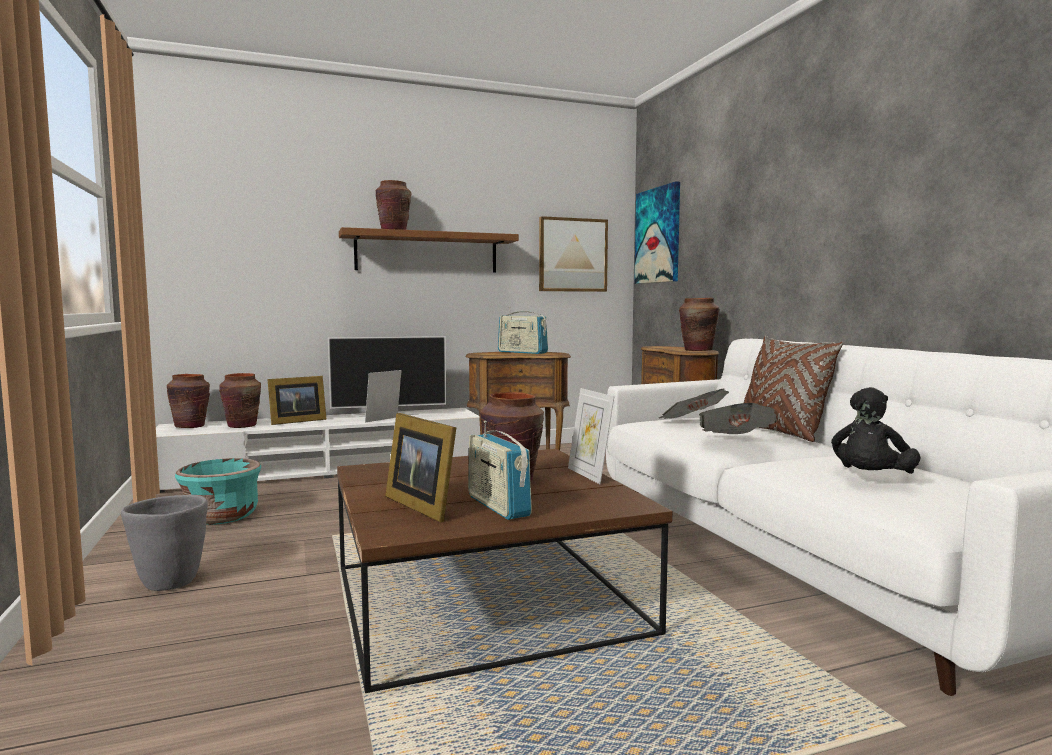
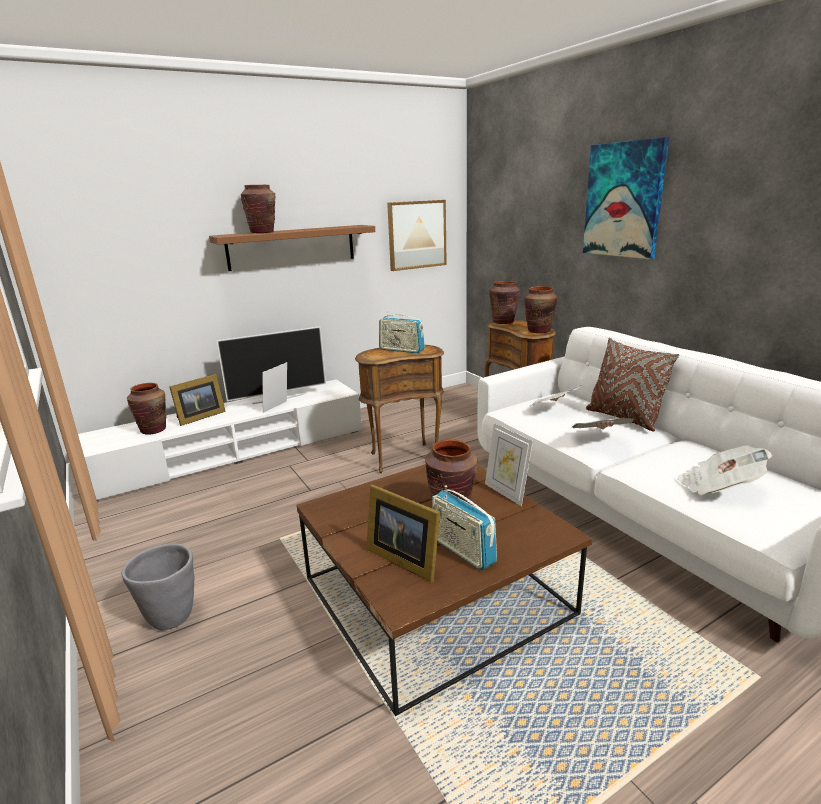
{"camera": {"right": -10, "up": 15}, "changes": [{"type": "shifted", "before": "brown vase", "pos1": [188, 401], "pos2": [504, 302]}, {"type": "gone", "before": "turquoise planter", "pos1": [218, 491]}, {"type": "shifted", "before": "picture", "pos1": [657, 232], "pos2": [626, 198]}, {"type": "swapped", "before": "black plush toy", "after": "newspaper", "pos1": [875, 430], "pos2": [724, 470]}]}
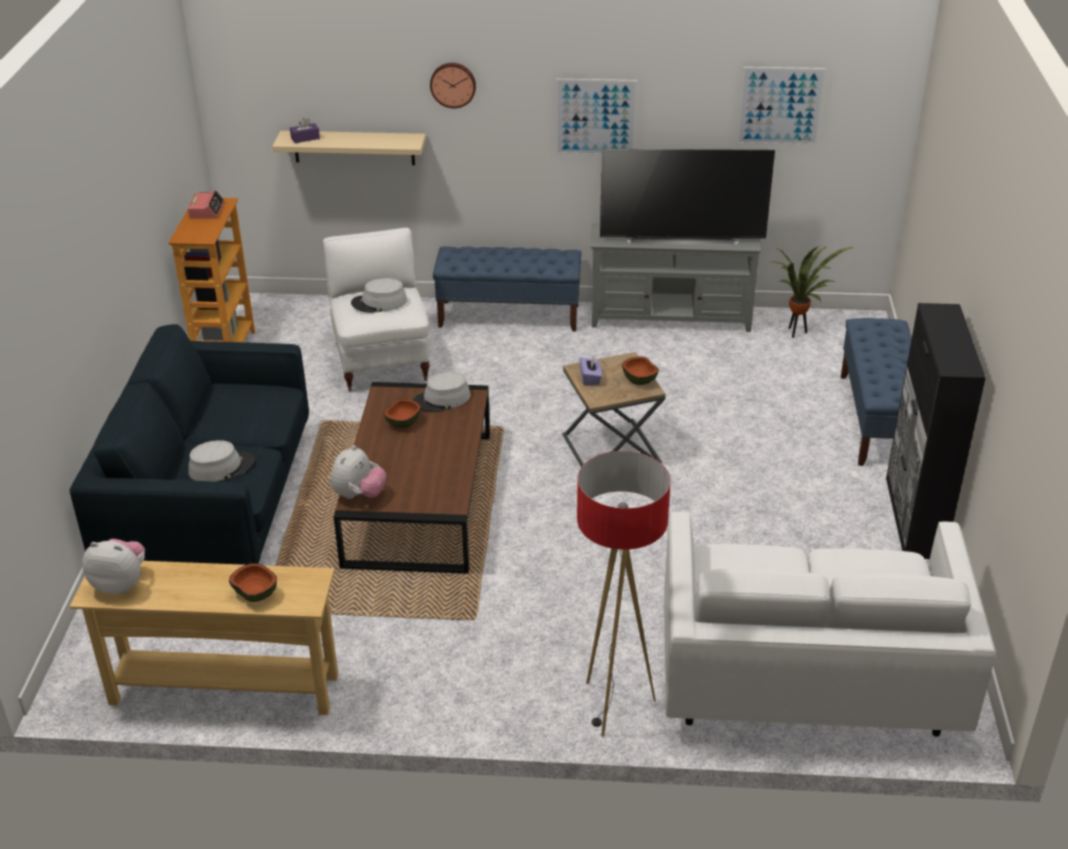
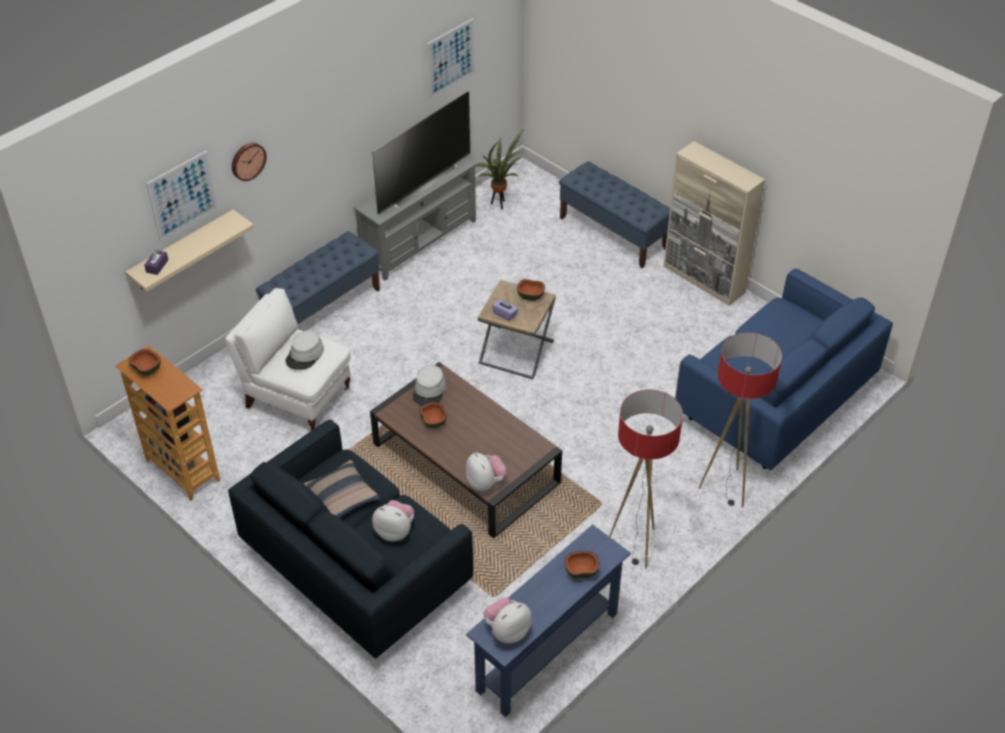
{"camera": {"right": -50, "up": 10}, "changes": [{"type": "repainted", "before": "beige console table", "after": "blue console table", "pos1": [204, 638], "pos2": [548, 620]}, {"type": "swapped", "before": "alarm clock", "after": "bowl", "pos1": [206, 204], "pos2": [144, 362]}, {"type": "swapped", "before": "grey hat", "after": "plush toy", "pos1": [221, 460], "pos2": [393, 521]}, {"type": "shifted", "before": "picture", "pos1": [596, 117], "pos2": [182, 195]}, {"type": "repainted", "before": "white sofa", "after": "blue sofa", "pos1": [830, 624], "pos2": [784, 369]}, {"type": "repainted", "before": "black cabinet", "after": "beige cabinet", "pos1": [936, 431], "pos2": [714, 223]}, {"type": "new", "after": "pillow", "pos2": [341, 489]}, {"type": "new", "after": "floor lamp", "pos2": [646, 479]}]}
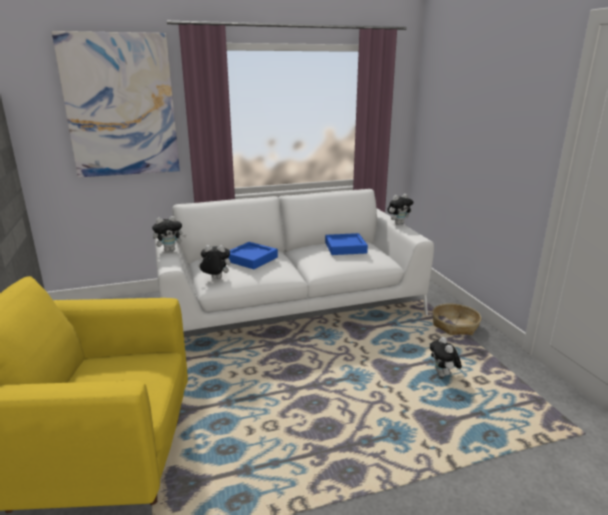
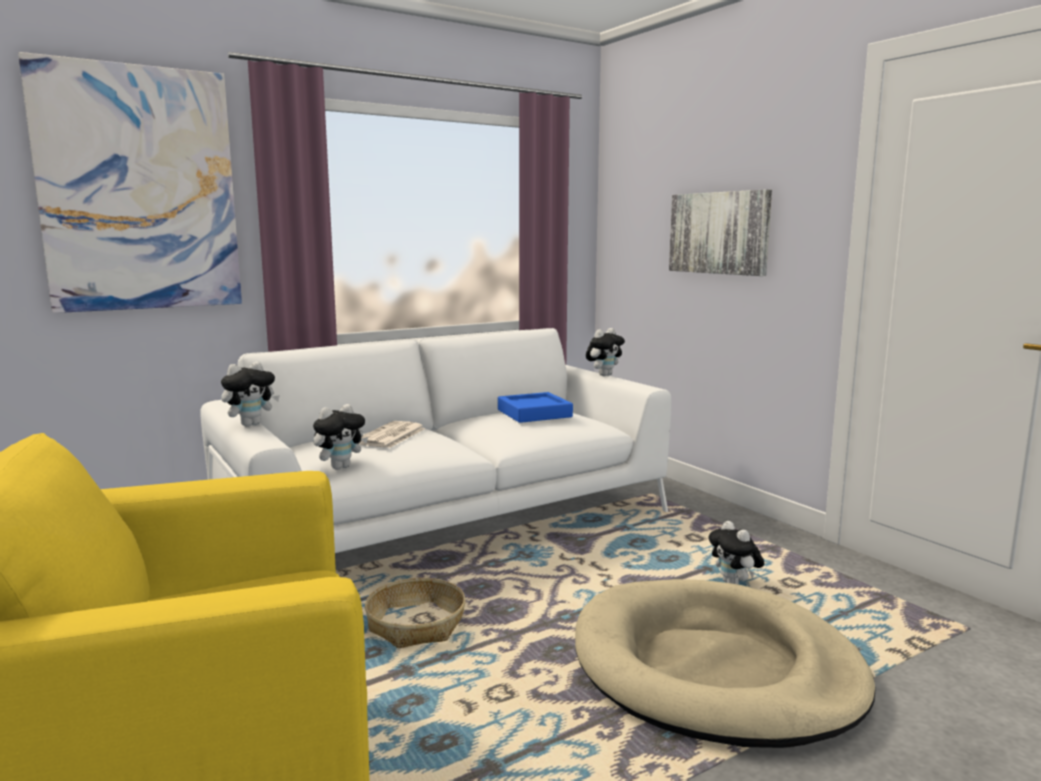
{"camera": {"right": -15, "up": -10}, "changes": [{"type": "rotated", "before": "plush toy", "pos1": [214, 262], "pos2": [340, 437], "turn": 150}, {"type": "swapped", "before": "blue tray", "after": "newspaper", "pos1": [253, 255], "pos2": [392, 434]}, {"type": "shifted", "before": "basket", "pos1": [456, 319], "pos2": [415, 613]}, {"type": "new", "after": "beige dog bed", "pos2": [725, 663]}, {"type": "new", "after": "picture", "pos2": [720, 232]}]}
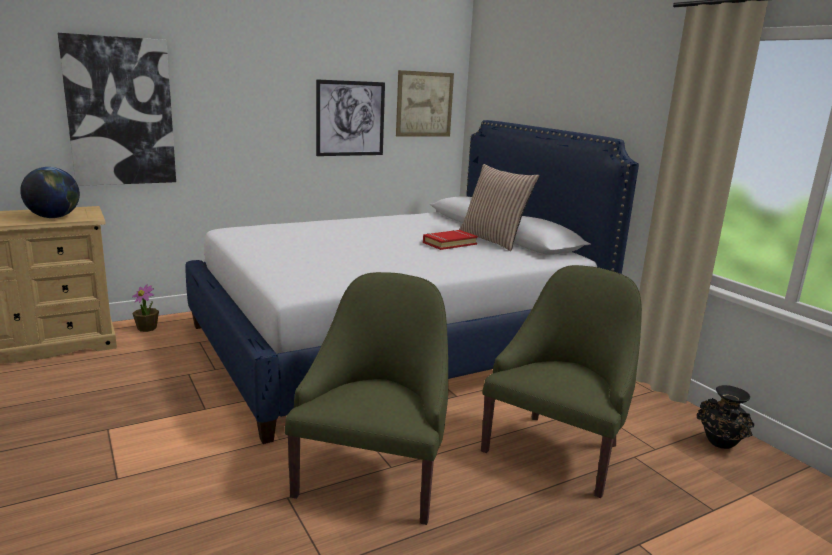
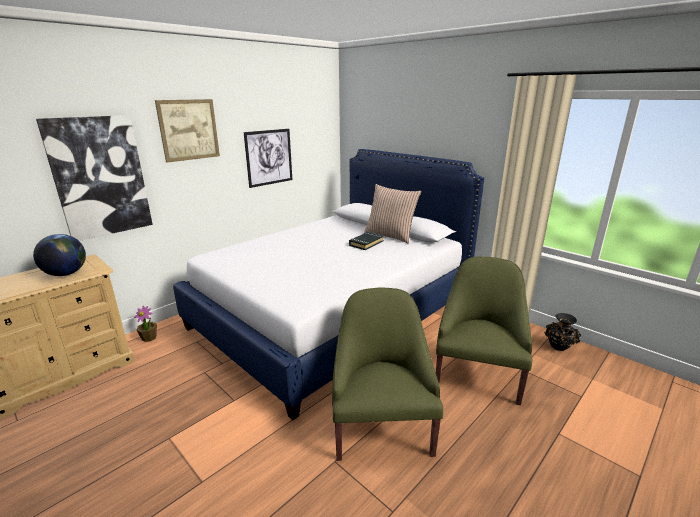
{"camera": {"right": -15, "up": 5}, "changes": [{"type": "shifted", "before": "picture", "pos1": [425, 103], "pos2": [187, 131]}, {"type": "repainted", "before": "red book", "after": "black book", "pos1": [450, 240], "pos2": [366, 241]}]}
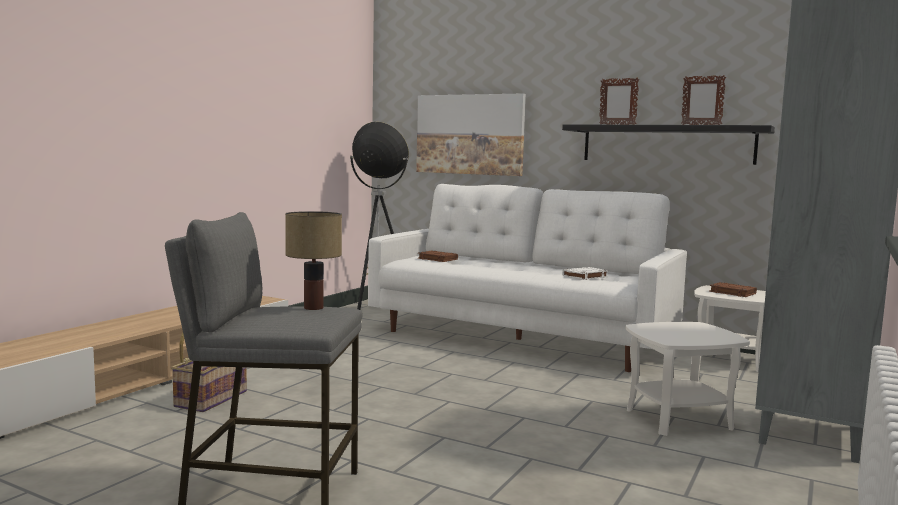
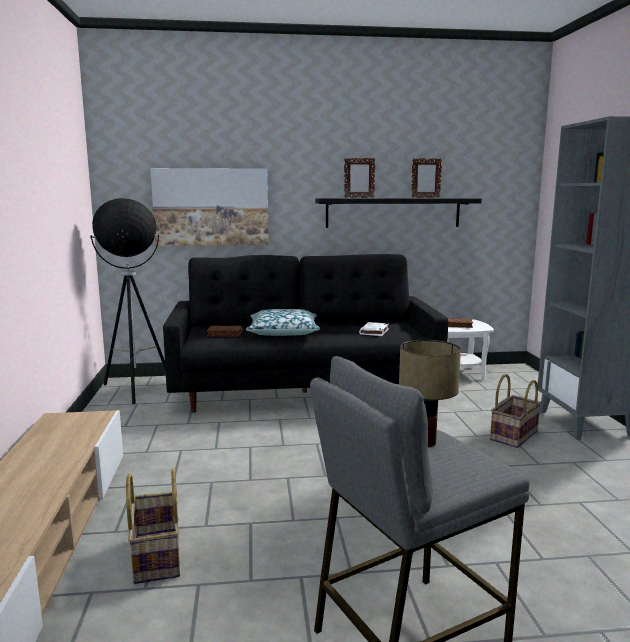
{"camera": {"right": -35, "up": 5}, "changes": [{"type": "repainted", "before": "white sofa", "after": "black sofa", "pos1": [527, 278], "pos2": [305, 333]}, {"type": "swapped", "before": "white side table", "after": "basket", "pos1": [687, 379], "pos2": [515, 411]}, {"type": "new", "after": "pillow", "pos2": [283, 322]}]}
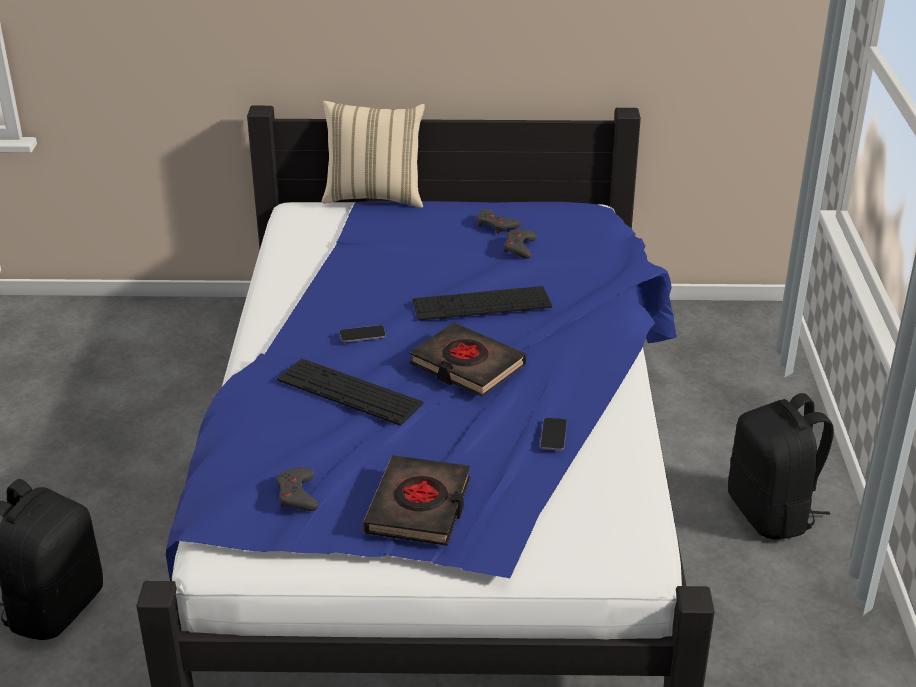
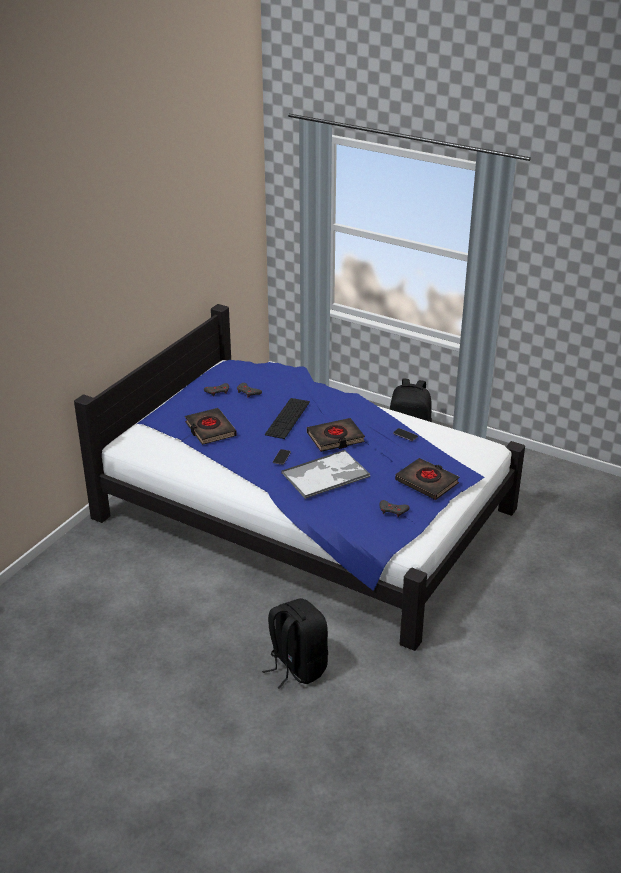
{"camera": {"right": -60, "up": 0}, "changes": [{"type": "swapped", "before": "keyboard", "after": "tray", "pos1": [350, 392], "pos2": [325, 474]}, {"type": "gone", "before": "beige pillow", "pos1": [373, 154]}, {"type": "new", "after": "black book", "pos2": [211, 426]}]}
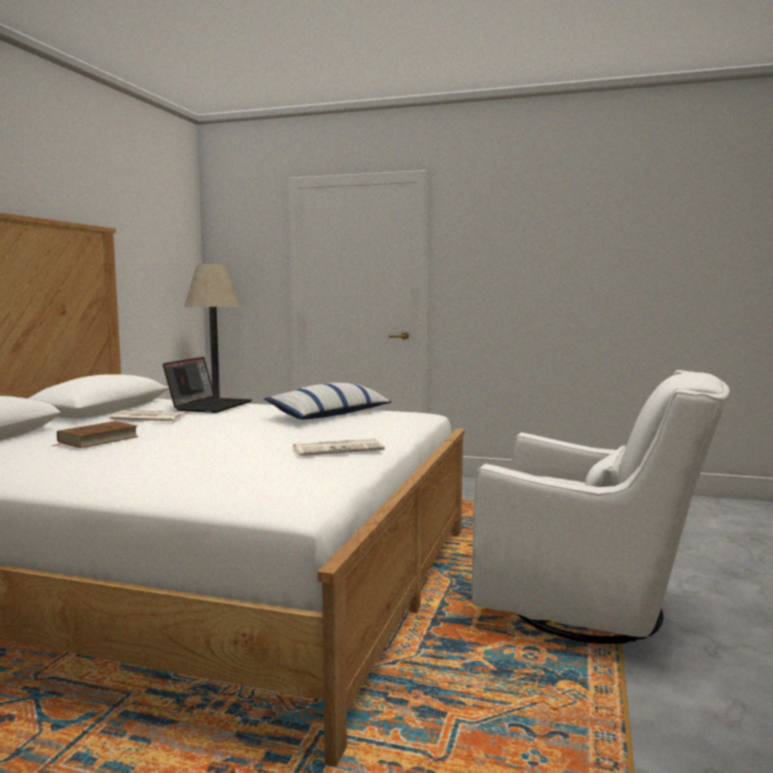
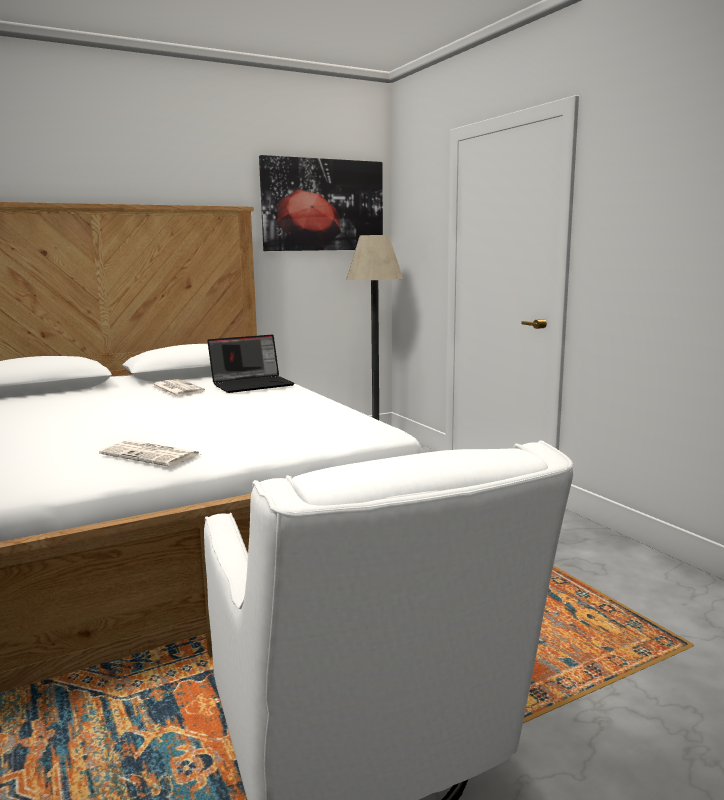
{"camera": {"right": 45, "up": 5}, "changes": [{"type": "gone", "before": "brown book", "pos1": [95, 434]}, {"type": "gone", "before": "pillow", "pos1": [328, 401]}, {"type": "new", "after": "picture", "pos2": [321, 203]}]}
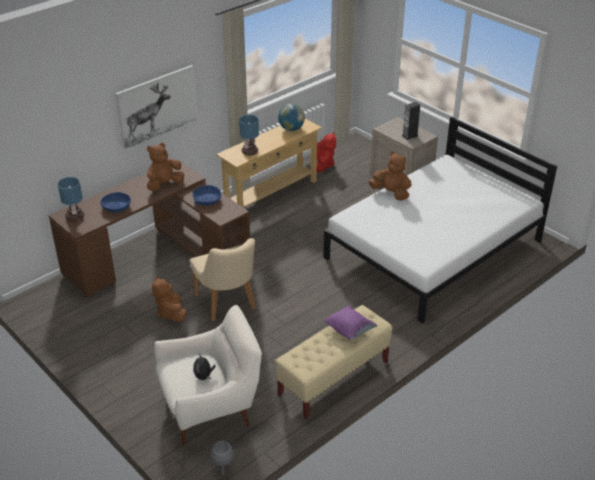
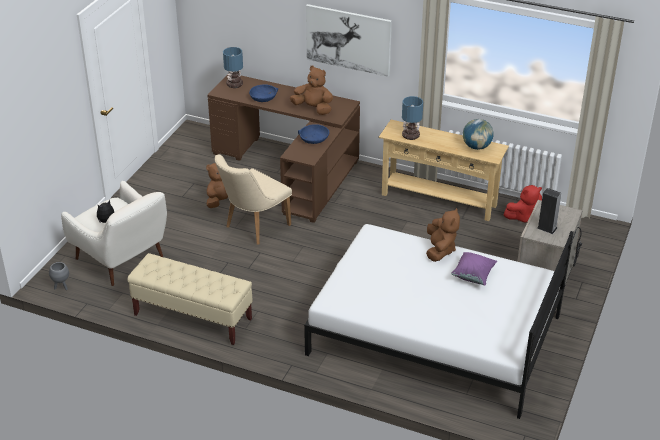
{"camera": {"right": 65, "up": 0}, "changes": [{"type": "shifted", "before": "purple pillow", "pos1": [350, 322], "pos2": [474, 268]}]}
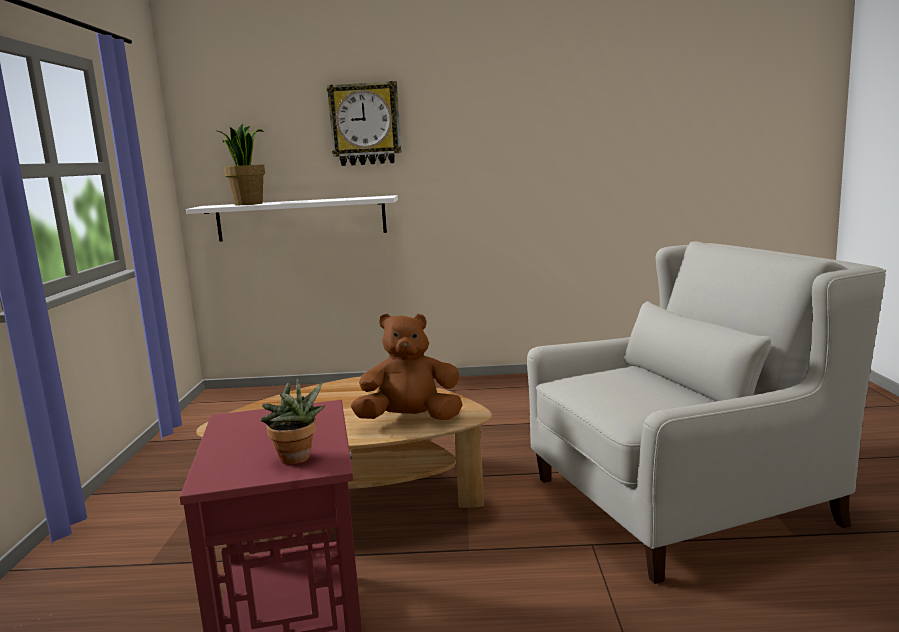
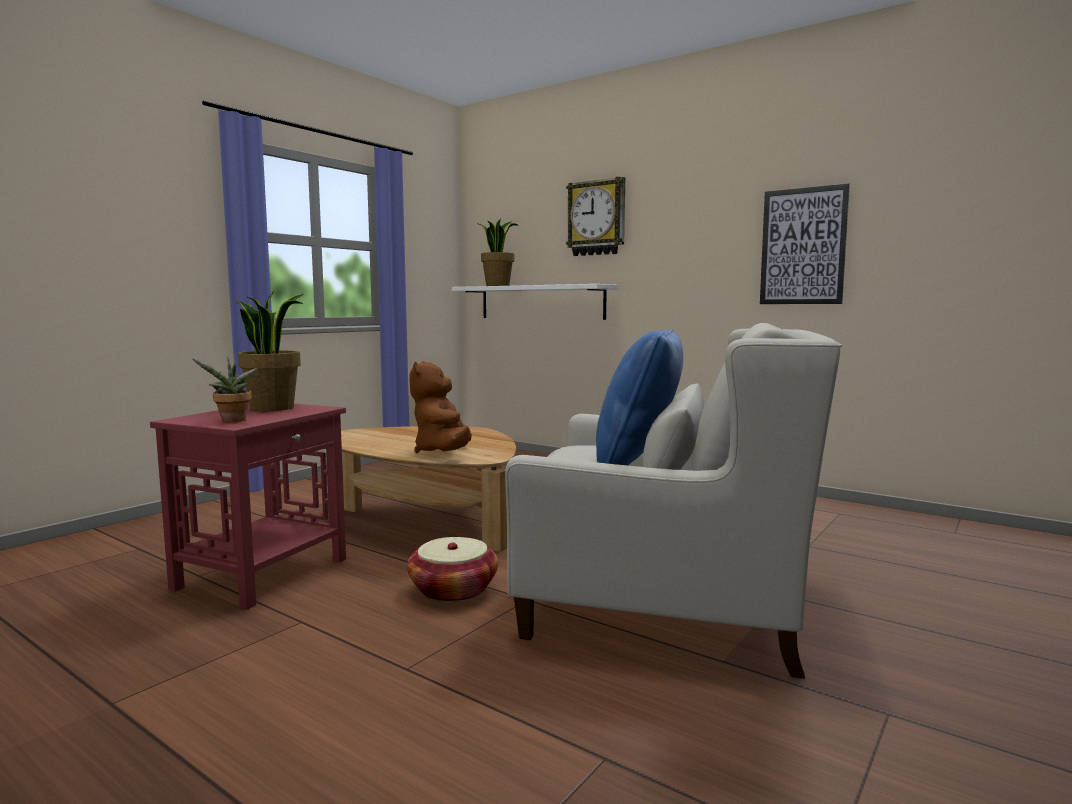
{"camera": {"right": 35, "up": -5}, "changes": [{"type": "rotated", "before": "brown plush toy", "pos1": [407, 367], "pos2": [440, 407], "turn": -120}, {"type": "new", "after": "potted plant", "pos2": [269, 351]}, {"type": "new", "after": "basket", "pos2": [452, 570]}, {"type": "new", "after": "blue pillow", "pos2": [639, 397]}, {"type": "new", "after": "picture", "pos2": [805, 244]}]}
